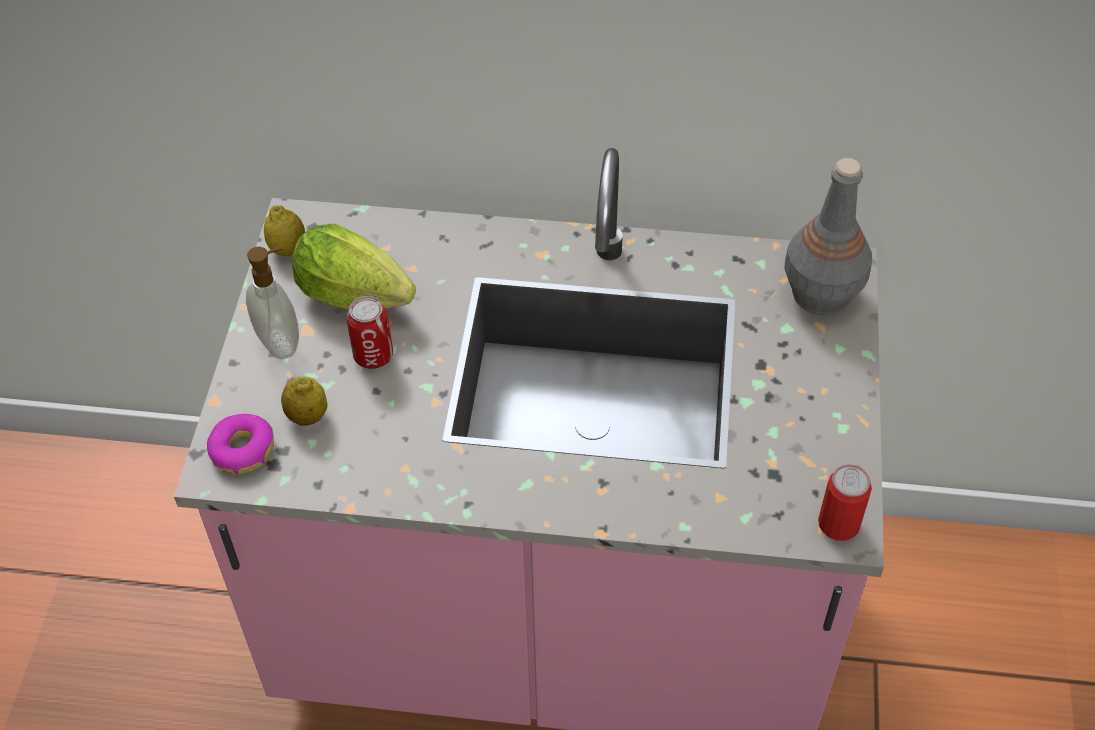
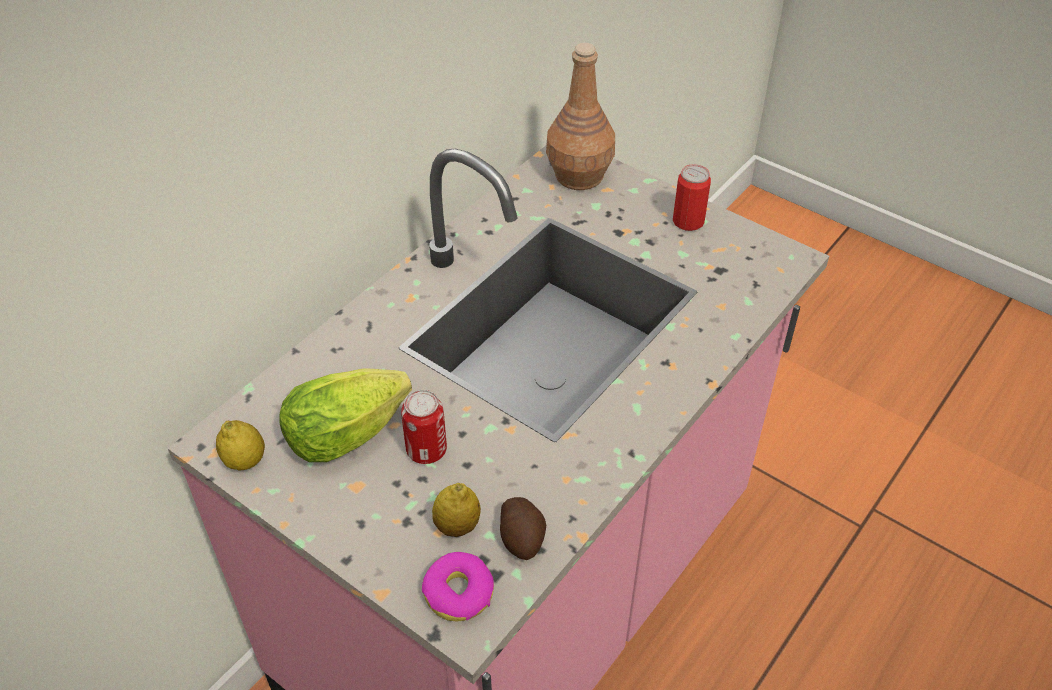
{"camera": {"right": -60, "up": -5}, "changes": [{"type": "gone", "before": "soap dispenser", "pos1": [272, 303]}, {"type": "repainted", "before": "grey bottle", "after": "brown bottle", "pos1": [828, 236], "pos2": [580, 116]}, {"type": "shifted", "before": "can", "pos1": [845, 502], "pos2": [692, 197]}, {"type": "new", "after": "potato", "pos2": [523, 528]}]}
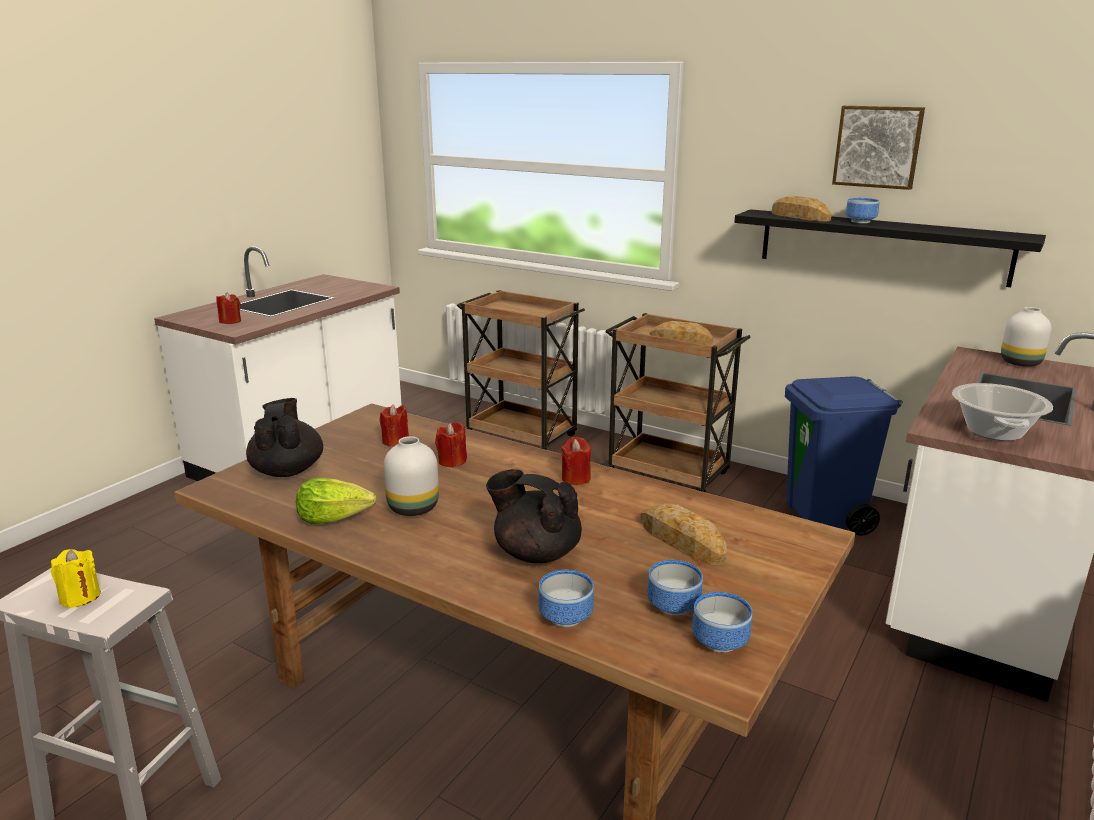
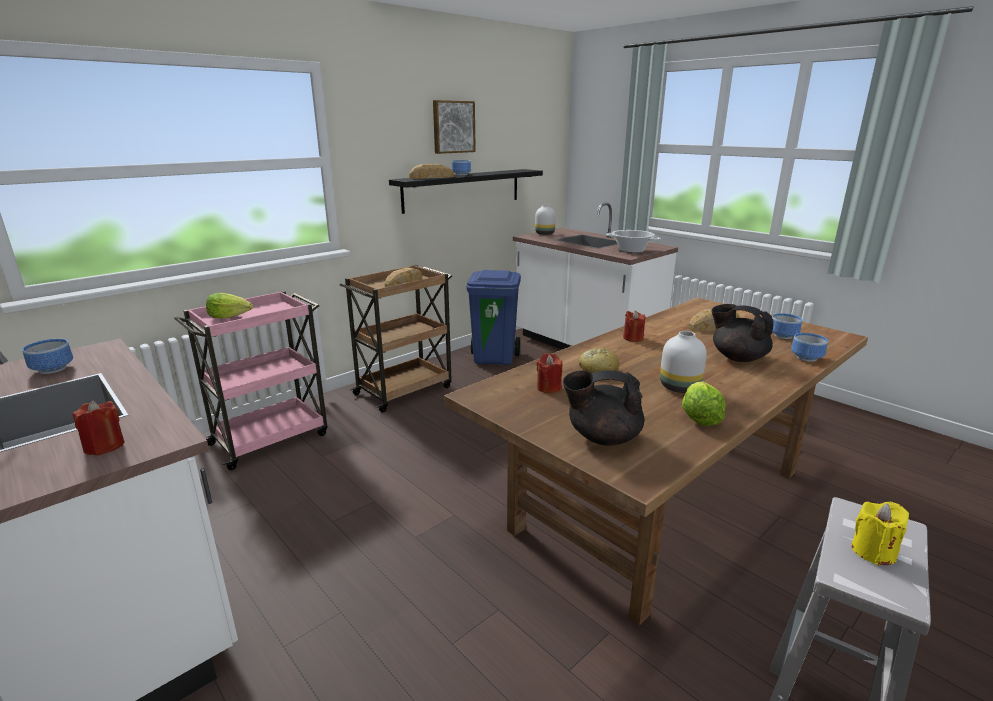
{"camera": {"right": -75, "up": 0}, "changes": [{"type": "swapped", "before": "red candle", "after": "bread", "pos1": [451, 445], "pos2": [599, 360]}, {"type": "repainted", "before": "brown cart", "after": "pink cart", "pos1": [521, 370], "pos2": [251, 380]}, {"type": "rotated", "before": "black teapot", "pos1": [534, 516], "pos2": [742, 333], "turn": 90}, {"type": "shifted", "before": "bowl", "pos1": [722, 622], "pos2": [47, 356]}, {"type": "new", "after": "lettuce", "pos2": [229, 305]}]}
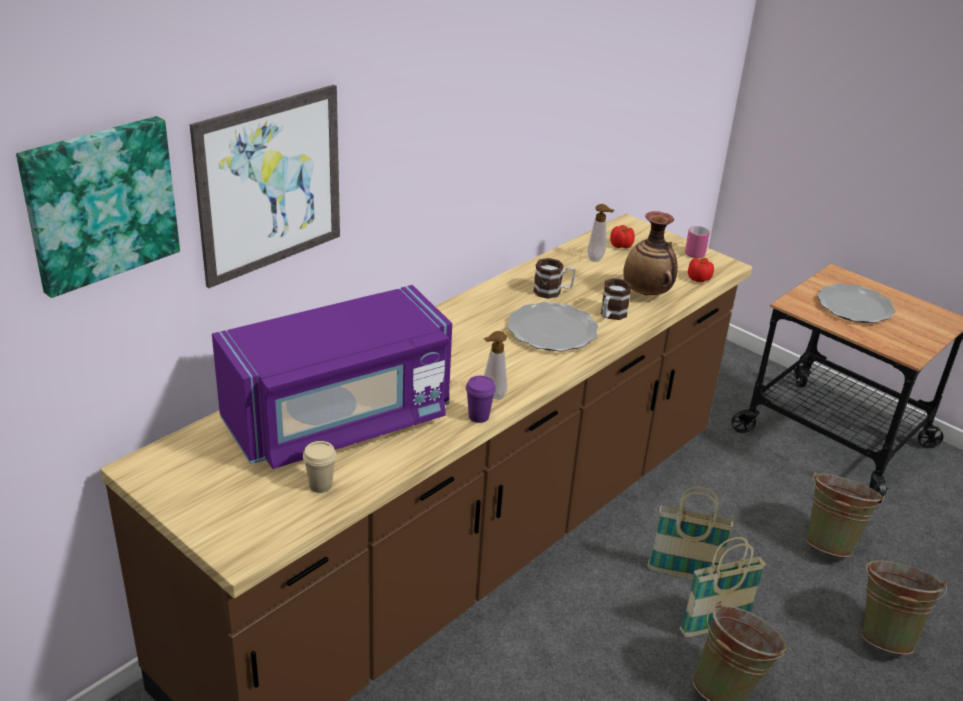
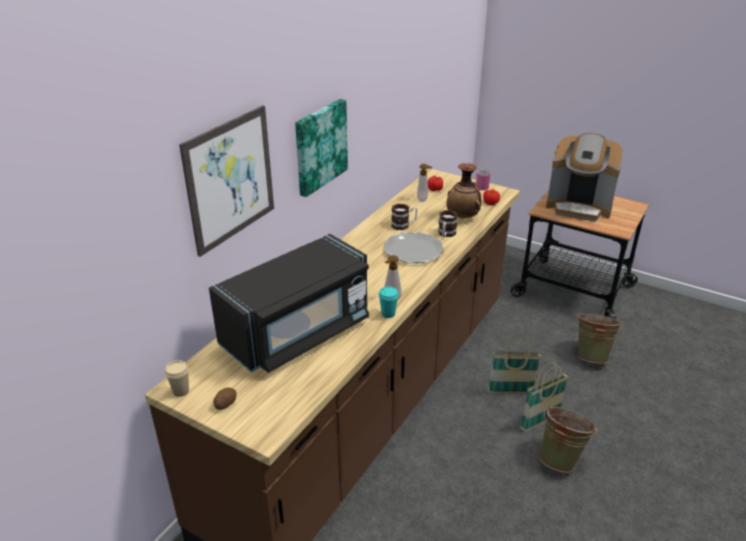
{"camera": {"right": -10, "up": 0}, "changes": [{"type": "shifted", "before": "picture", "pos1": [98, 207], "pos2": [321, 148]}, {"type": "repainted", "before": "purple microwave", "after": "black microwave", "pos1": [332, 377], "pos2": [289, 303]}, {"type": "shifted", "before": "beige cup", "pos1": [319, 467], "pos2": [177, 378]}, {"type": "repainted", "before": "purple cup", "after": "turquoise cup", "pos1": [481, 399], "pos2": [389, 302]}, {"type": "swapped", "before": "plate", "after": "coffee machine", "pos1": [856, 303], "pos2": [584, 177]}, {"type": "gone", "before": "green bucket", "pos1": [904, 607]}, {"type": "new", "after": "potato", "pos2": [225, 398]}]}
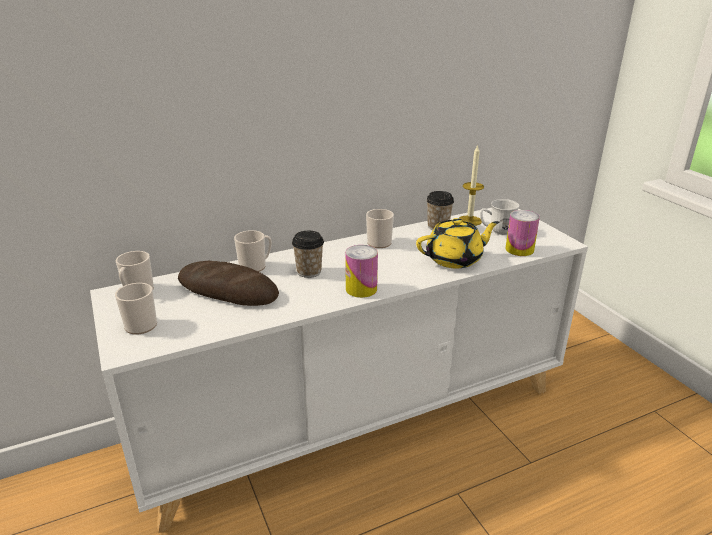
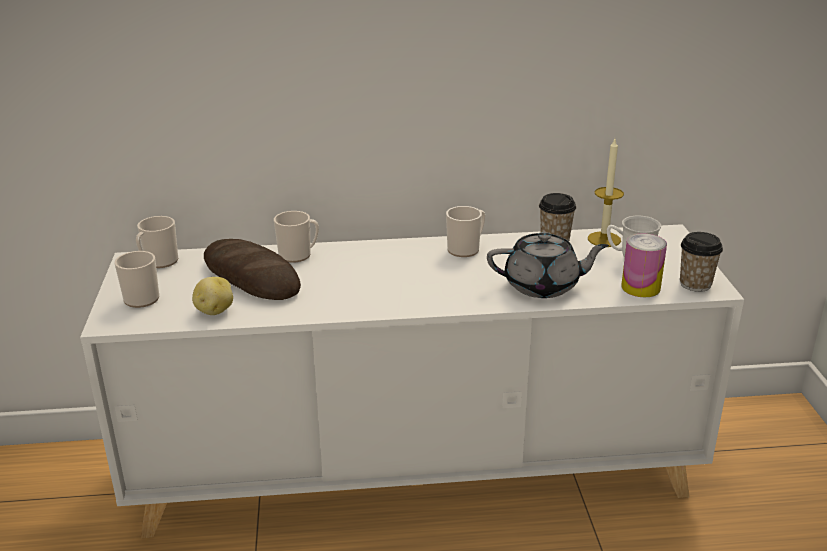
{"camera": {"right": 20, "up": 0}, "changes": [{"type": "shifted", "before": "cup", "pos1": [308, 254], "pos2": [701, 262]}, {"type": "gone", "before": "can", "pos1": [361, 271]}, {"type": "repainted", "before": "yellow teapot", "after": "grey teapot", "pos1": [457, 243], "pos2": [548, 265]}, {"type": "new", "after": "potato", "pos2": [212, 296]}]}
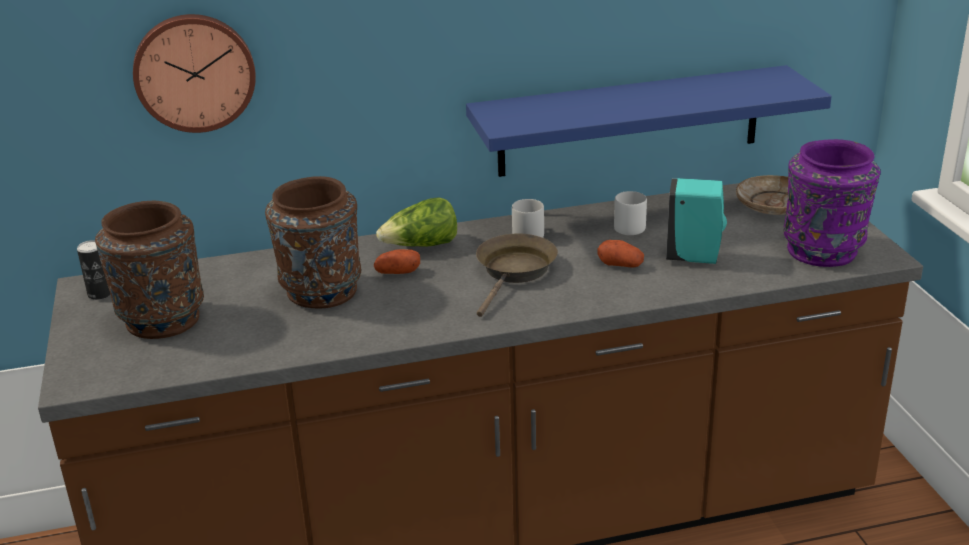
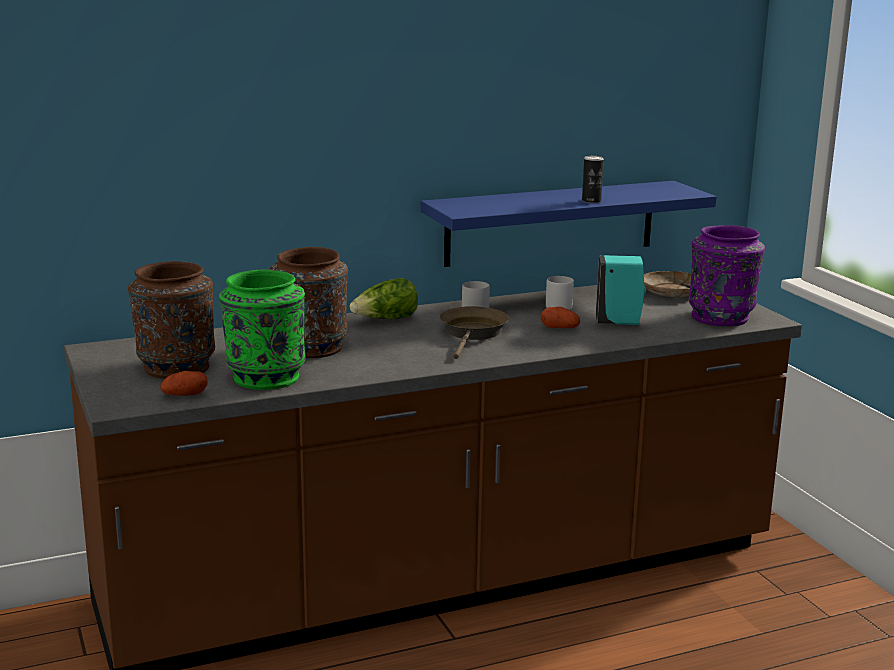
{"camera": {"right": -10, "up": -10}, "changes": [{"type": "shifted", "before": "can", "pos1": [94, 270], "pos2": [593, 179]}, {"type": "gone", "before": "wall clock", "pos1": [194, 73]}, {"type": "shifted", "before": "potato", "pos1": [397, 261], "pos2": [183, 383]}, {"type": "new", "after": "green vase", "pos2": [262, 329]}]}
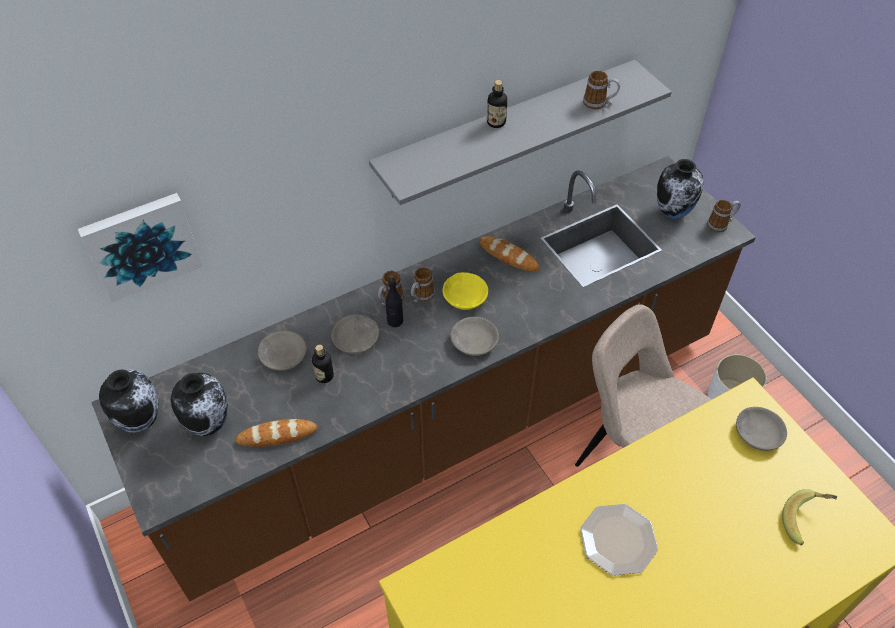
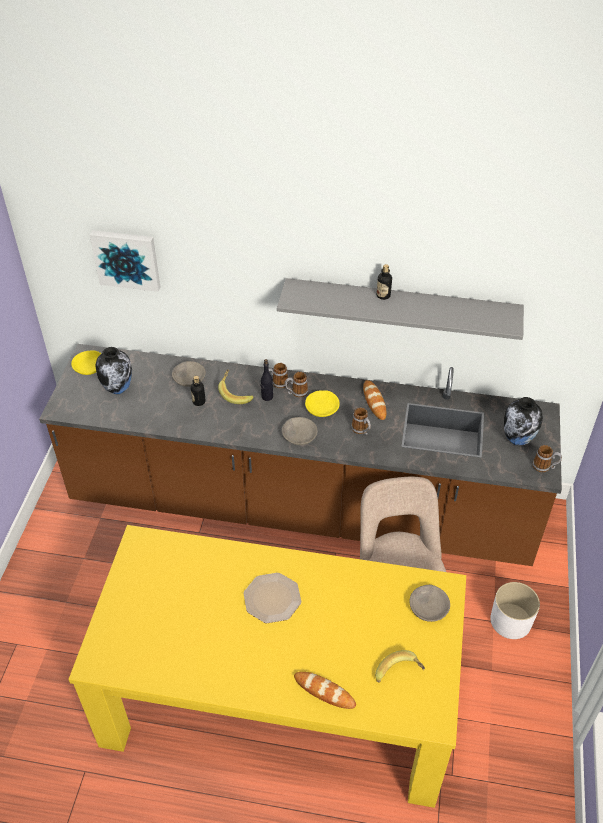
{"camera": {"right": 40, "up": -5}, "changes": [{"type": "swapped", "before": "vase", "after": "yellow bowl", "pos1": [129, 401], "pos2": [86, 362]}, {"type": "shifted", "before": "bread", "pos1": [276, 433], "pos2": [325, 690]}, {"type": "swapped", "before": "grey bowl", "after": "banana", "pos1": [355, 334], "pos2": [236, 386]}, {"type": "shifted", "before": "mug", "pos1": [601, 89], "pos2": [361, 421]}]}
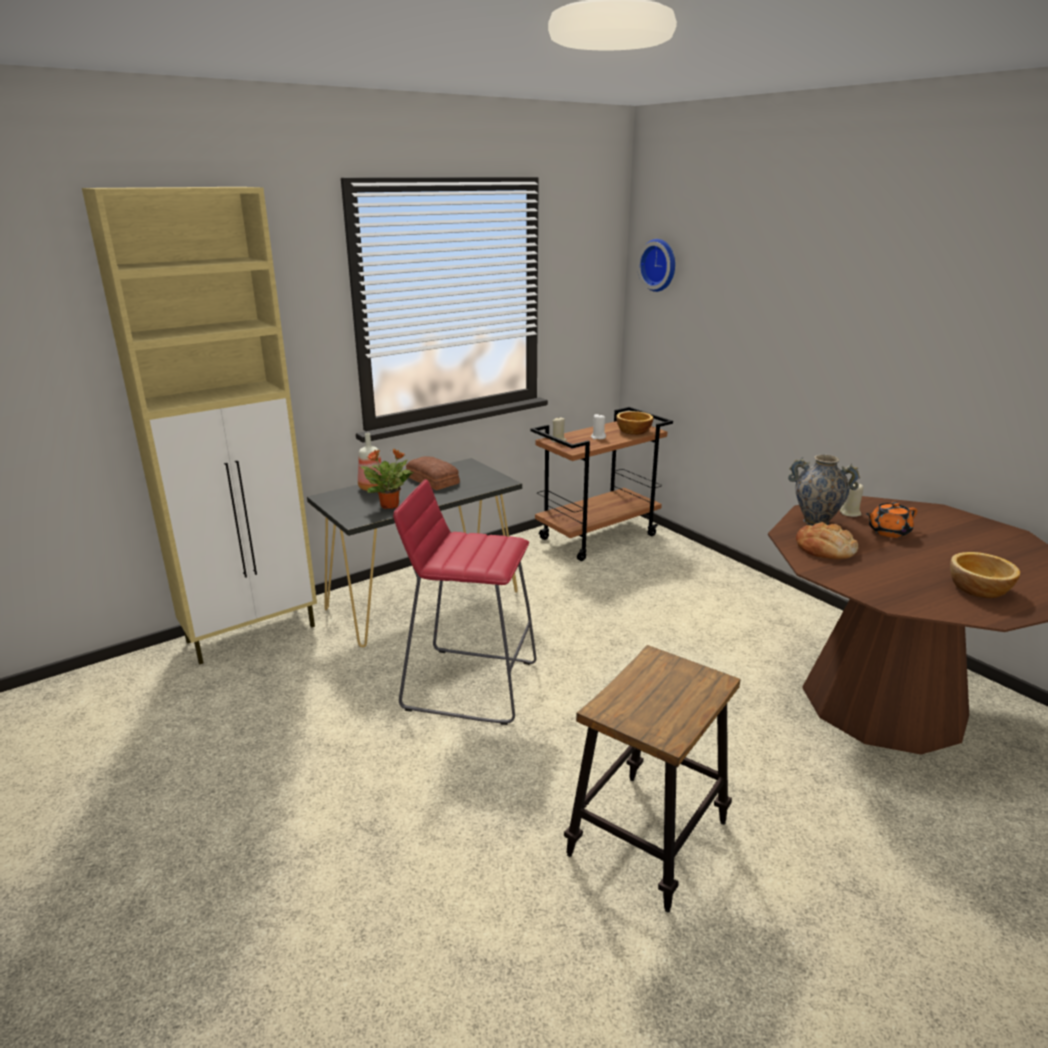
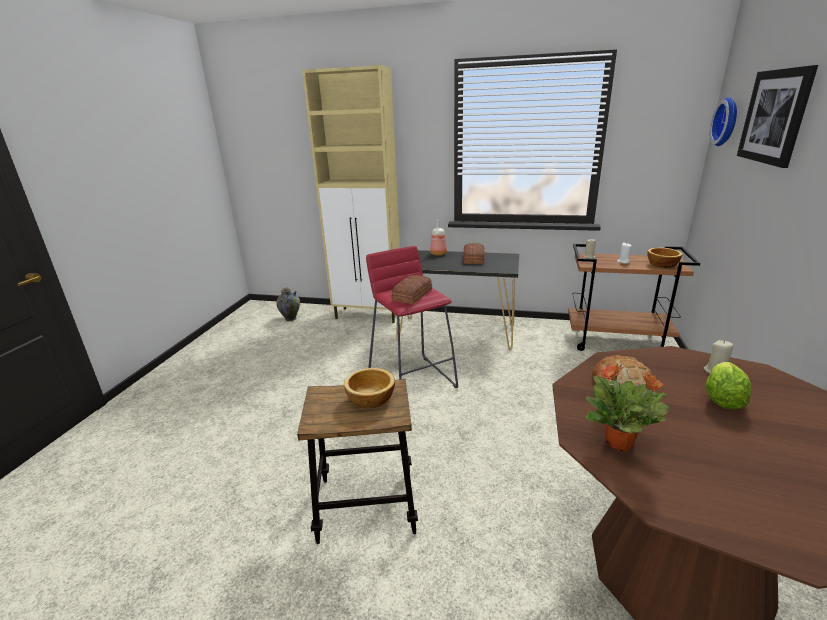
{"camera": {"right": 50, "up": 0}, "changes": [{"type": "shifted", "before": "potted plant", "pos1": [387, 478], "pos2": [627, 407]}, {"type": "shifted", "before": "vase", "pos1": [824, 490], "pos2": [288, 304]}, {"type": "swapped", "before": "orange teapot", "after": "lettuce", "pos1": [891, 520], "pos2": [729, 385]}, {"type": "shifted", "before": "bowl", "pos1": [985, 575], "pos2": [369, 388]}, {"type": "new", "after": "bread", "pos2": [411, 289]}, {"type": "new", "after": "picture", "pos2": [777, 116]}]}
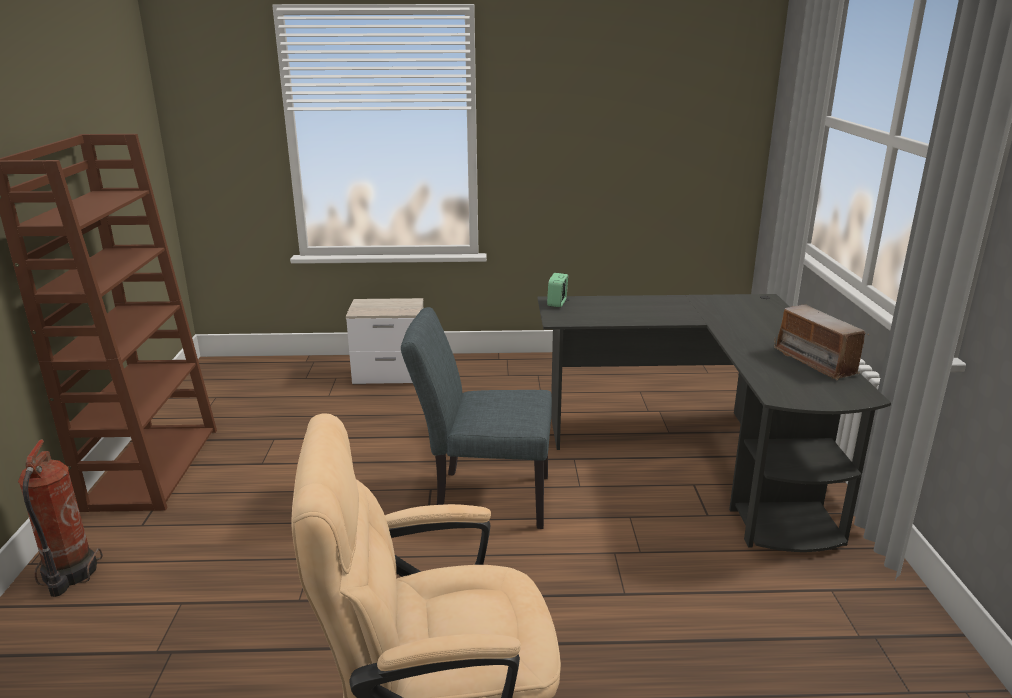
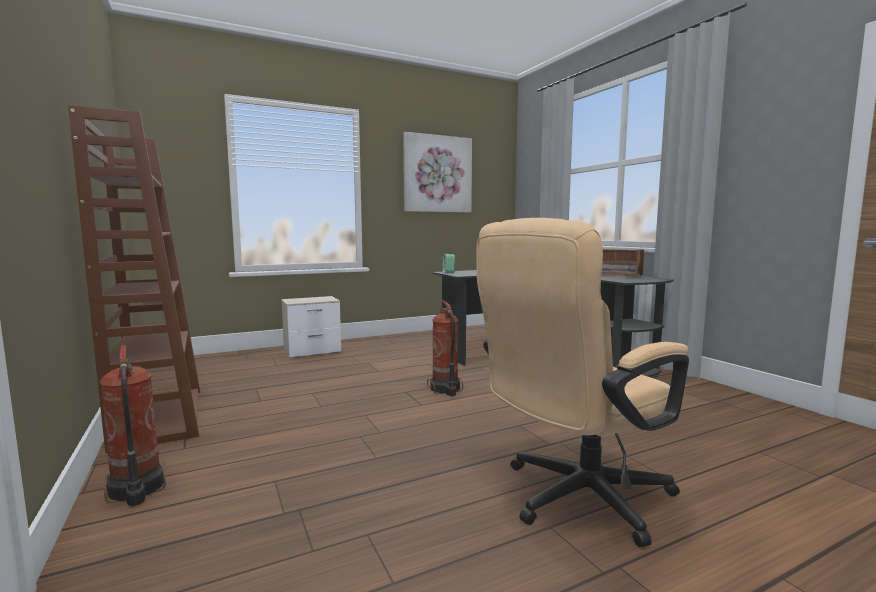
{"camera": {"right": -25, "up": -15}, "changes": [{"type": "swapped", "before": "grey chair", "after": "fire extinguisher", "pos1": [476, 418], "pos2": [445, 348]}, {"type": "new", "after": "picture", "pos2": [437, 172]}]}
